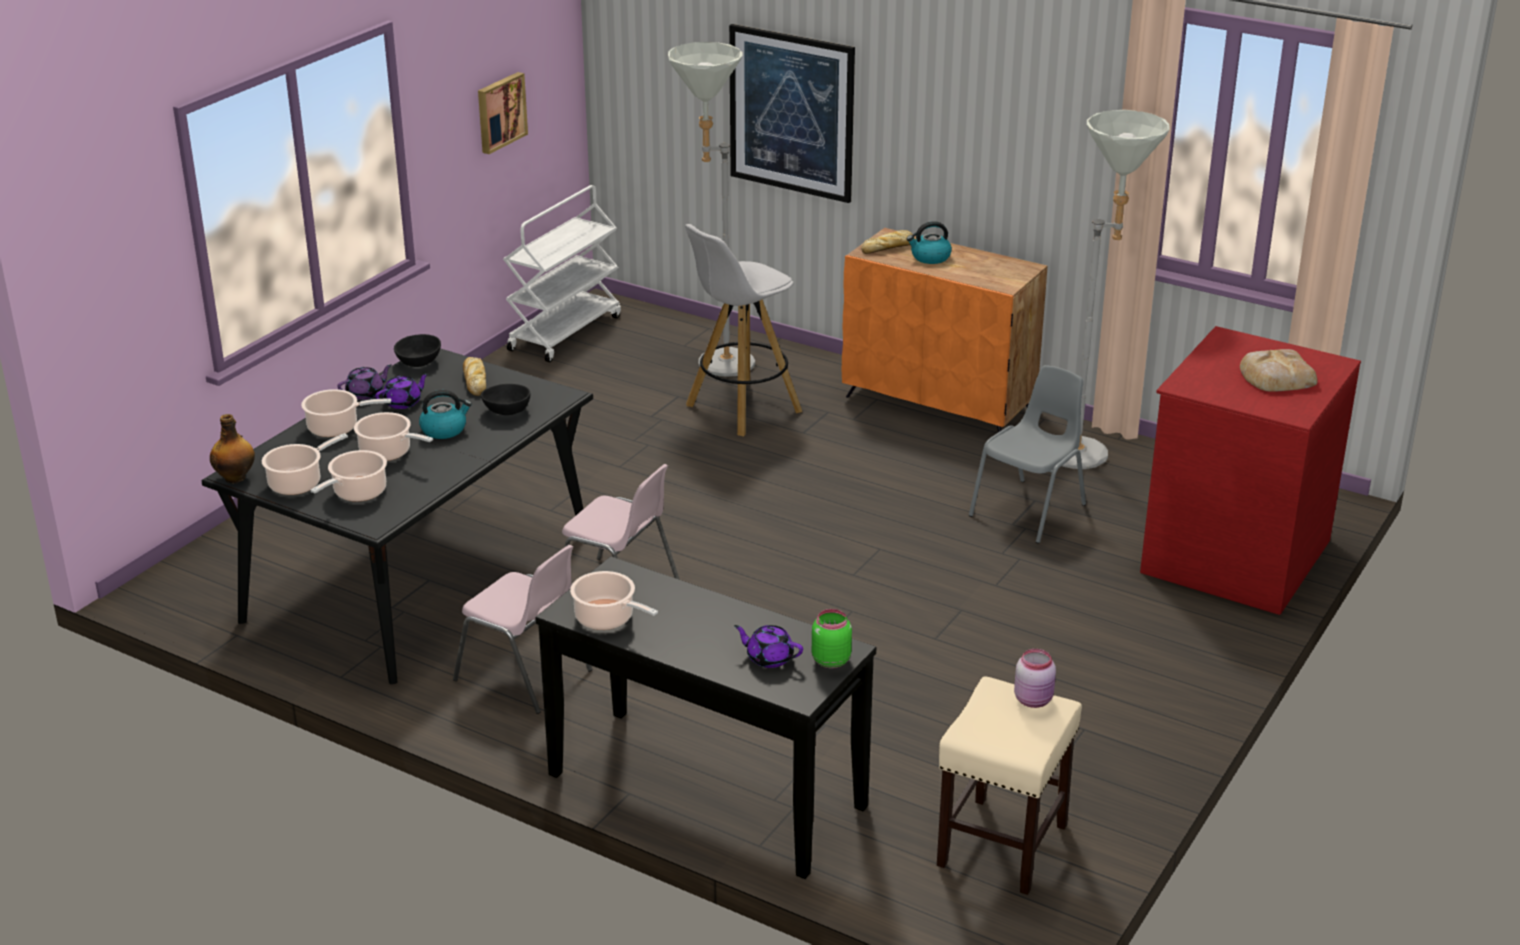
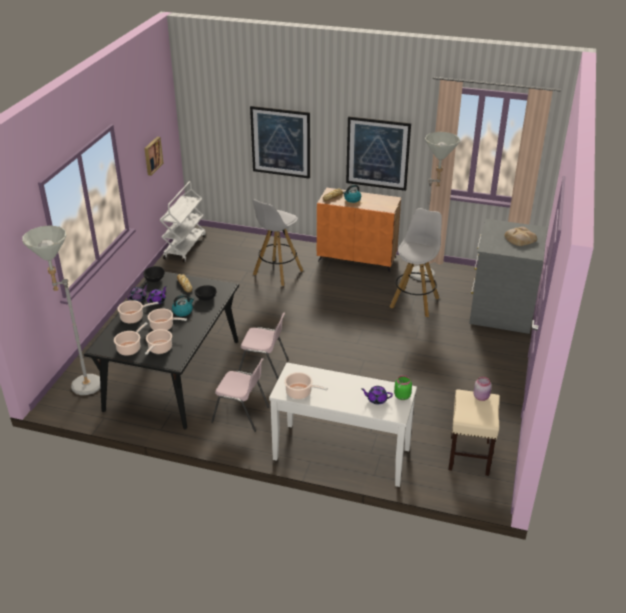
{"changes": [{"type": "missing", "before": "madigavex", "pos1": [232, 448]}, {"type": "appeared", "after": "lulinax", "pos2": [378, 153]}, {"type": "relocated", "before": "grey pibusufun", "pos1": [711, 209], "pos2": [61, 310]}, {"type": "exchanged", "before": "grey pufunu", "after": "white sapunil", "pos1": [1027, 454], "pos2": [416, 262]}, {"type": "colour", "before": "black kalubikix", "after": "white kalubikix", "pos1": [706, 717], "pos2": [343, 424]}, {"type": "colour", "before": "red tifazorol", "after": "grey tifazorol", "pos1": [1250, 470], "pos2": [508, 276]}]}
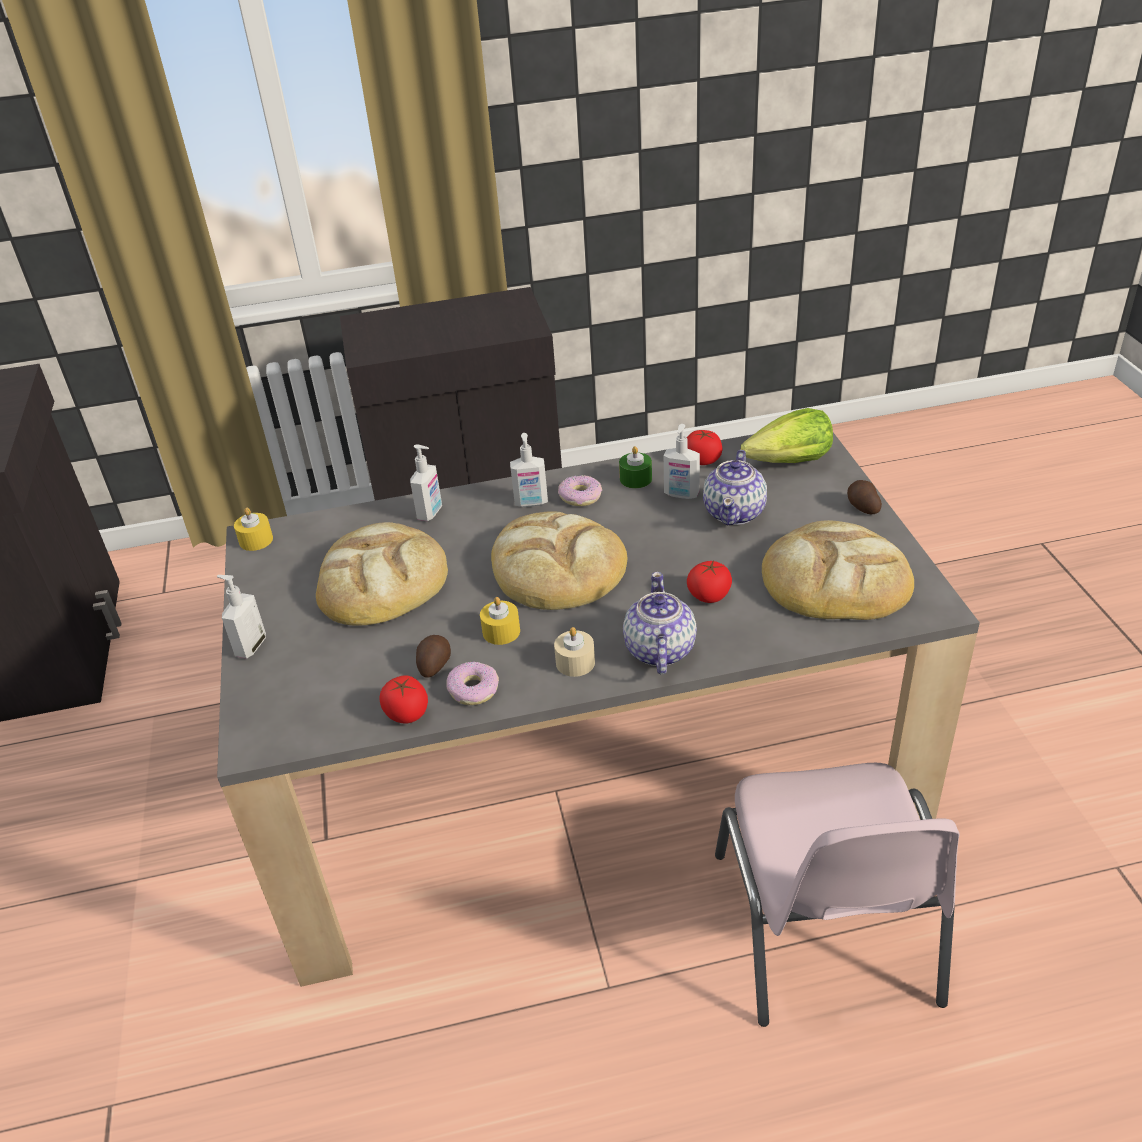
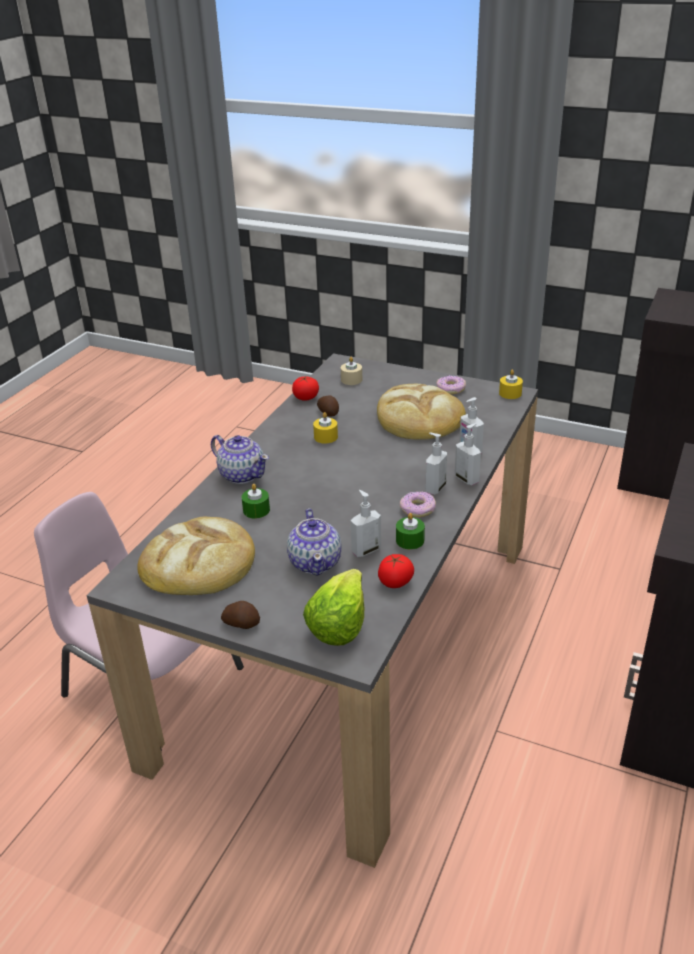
{"changes": [{"type": "missing", "before": "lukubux", "pos1": [559, 560]}, {"type": "relocated", "before": "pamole", "pos1": [241, 617], "pos2": [468, 454]}, {"type": "relocated", "before": "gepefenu", "pos1": [473, 683], "pos2": [451, 385]}, {"type": "relocated", "before": "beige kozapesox", "pos1": [574, 652], "pos2": [351, 371]}, {"type": "exchanged", "before": "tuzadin", "after": "green kozapesox", "pos1": [709, 581], "pos2": [256, 501]}, {"type": "spun", "before": "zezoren", "pos1": [735, 487], "pos2": [314, 542], "turn": -150}]}
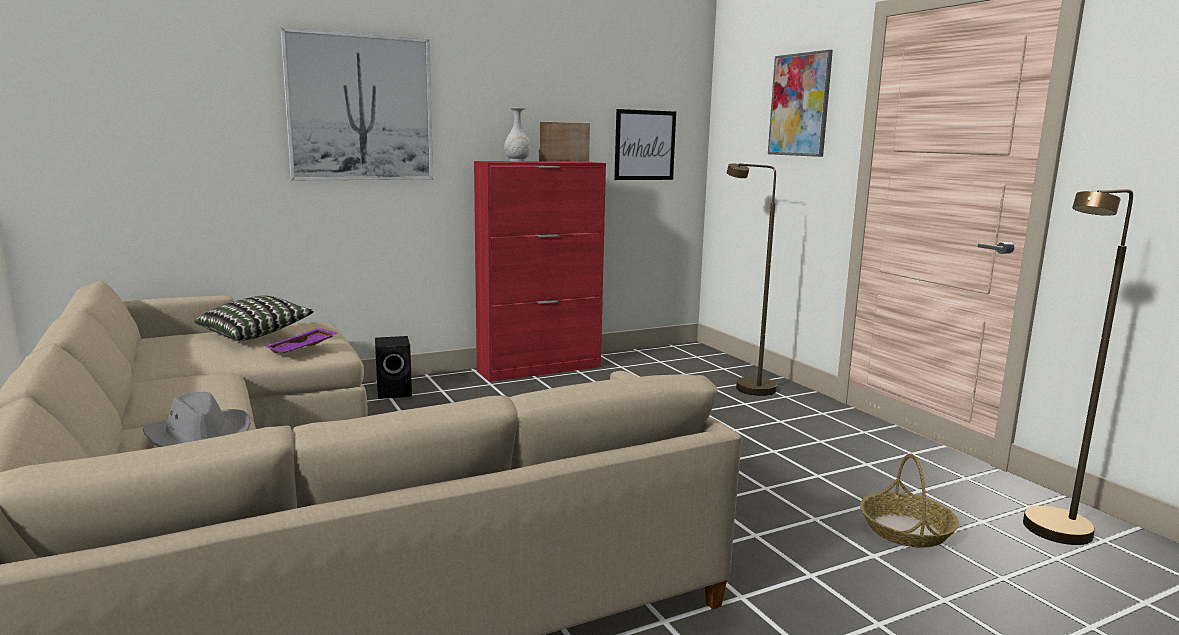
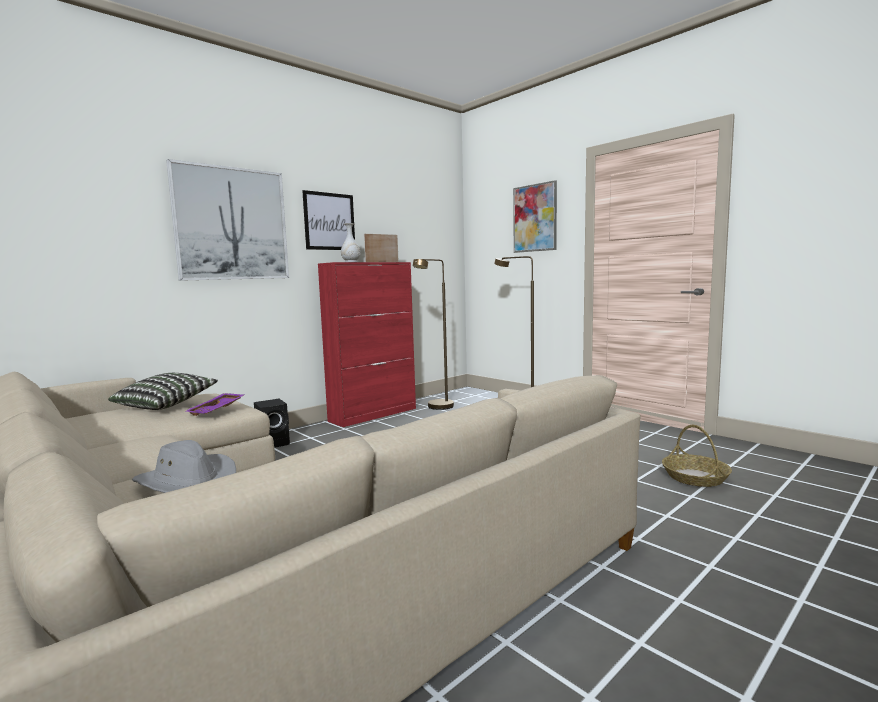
{"changes": [{"type": "relocated", "before": "lulinax", "pos1": [645, 144], "pos2": [328, 220]}, {"type": "relocated", "before": "brown pibusufun", "pos1": [1078, 367], "pos2": [433, 334]}]}
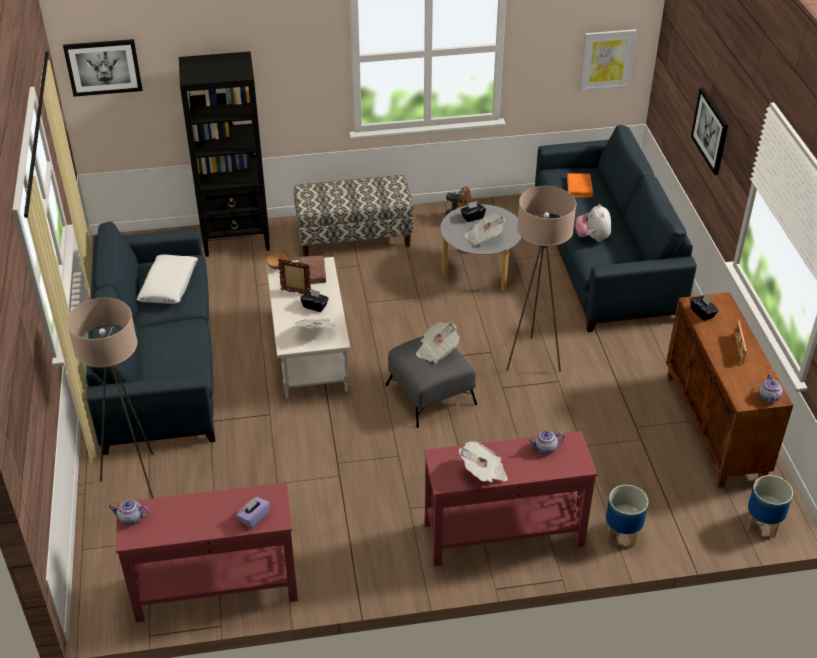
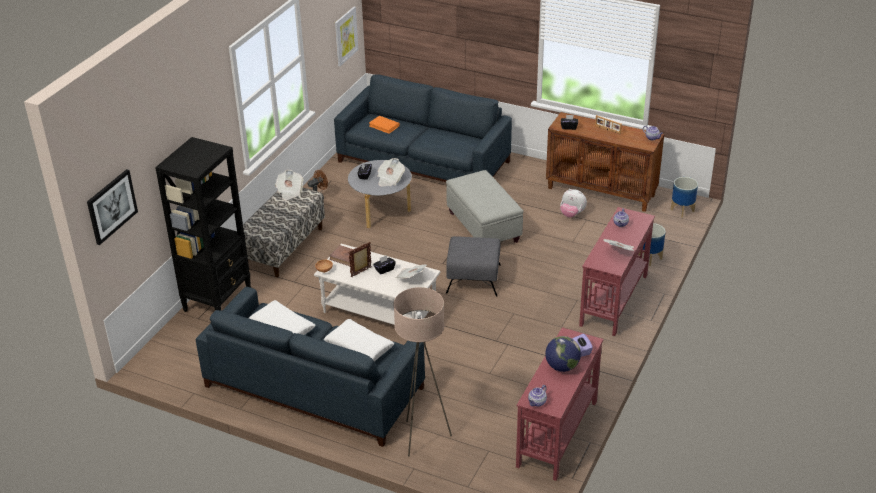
{"changes": [{"type": "missing", "before": "lulinax", "pos1": [709, 131]}, {"type": "appeared", "after": "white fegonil", "pos2": [359, 340]}, {"type": "appeared", "after": "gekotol", "pos2": [563, 354]}, {"type": "relocated", "before": "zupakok", "pos1": [437, 342], "pos2": [289, 185]}, {"type": "relocated", "before": "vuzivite", "pos1": [593, 223], "pos2": [573, 203]}, {"type": "exchanged", "before": "beige pibusufun", "after": "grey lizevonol", "pos1": [541, 279], "pos2": [485, 206]}]}
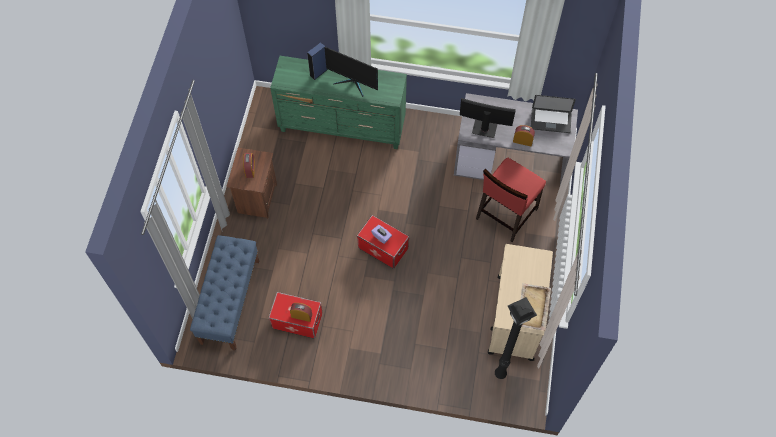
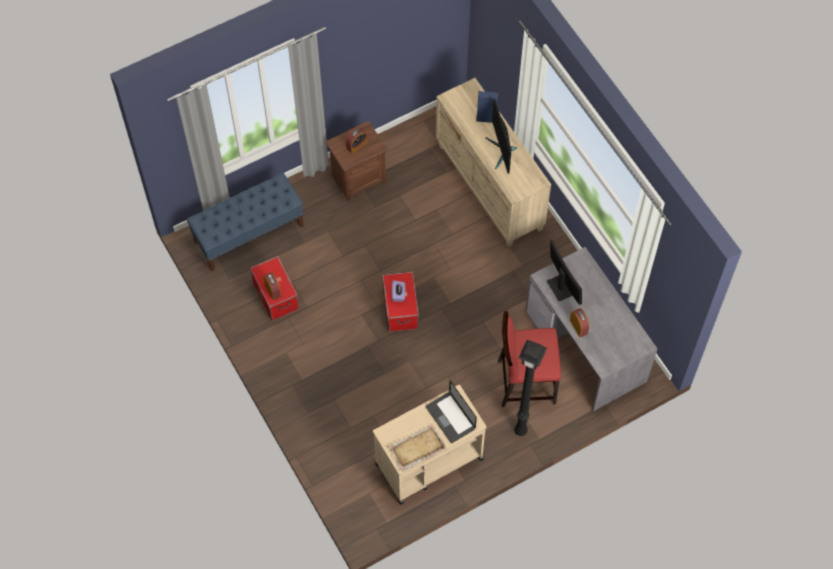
{"changes": [{"type": "relocated", "before": "black pibusufun", "pos1": [516, 338], "pos2": [530, 388]}, {"type": "relocated", "before": "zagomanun", "pos1": [553, 114], "pos2": [451, 411]}, {"type": "colour", "before": "green tifazorol", "after": "beige tifazorol", "pos1": [338, 102], "pos2": [493, 162]}]}
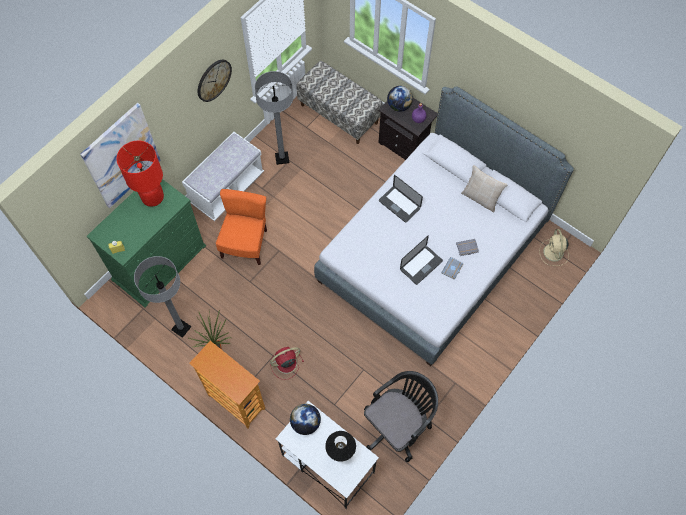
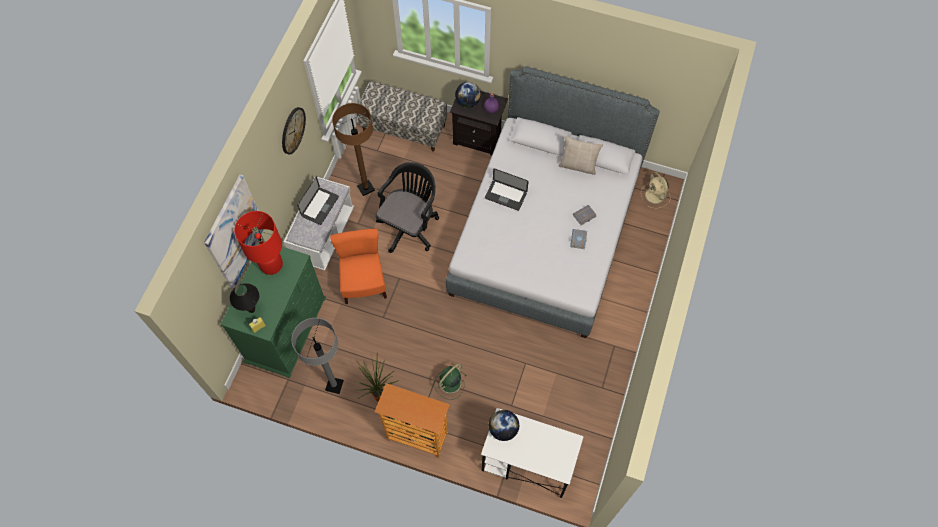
{"changes": [{"type": "relocated", "before": "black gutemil", "pos1": [340, 446], "pos2": [244, 298]}, {"type": "relocated", "before": "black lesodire", "pos1": [401, 416], "pos2": [407, 207]}, {"type": "relocated", "before": "zagomanun", "pos1": [421, 260], "pos2": [318, 200]}, {"type": "colour", "before": "grey pibusufun", "after": "brown pibusufun", "pos1": [274, 118], "pos2": [353, 149]}, {"type": "colour", "before": "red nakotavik", "after": "green nakotavik", "pos1": [287, 363], "pos2": [450, 382]}]}
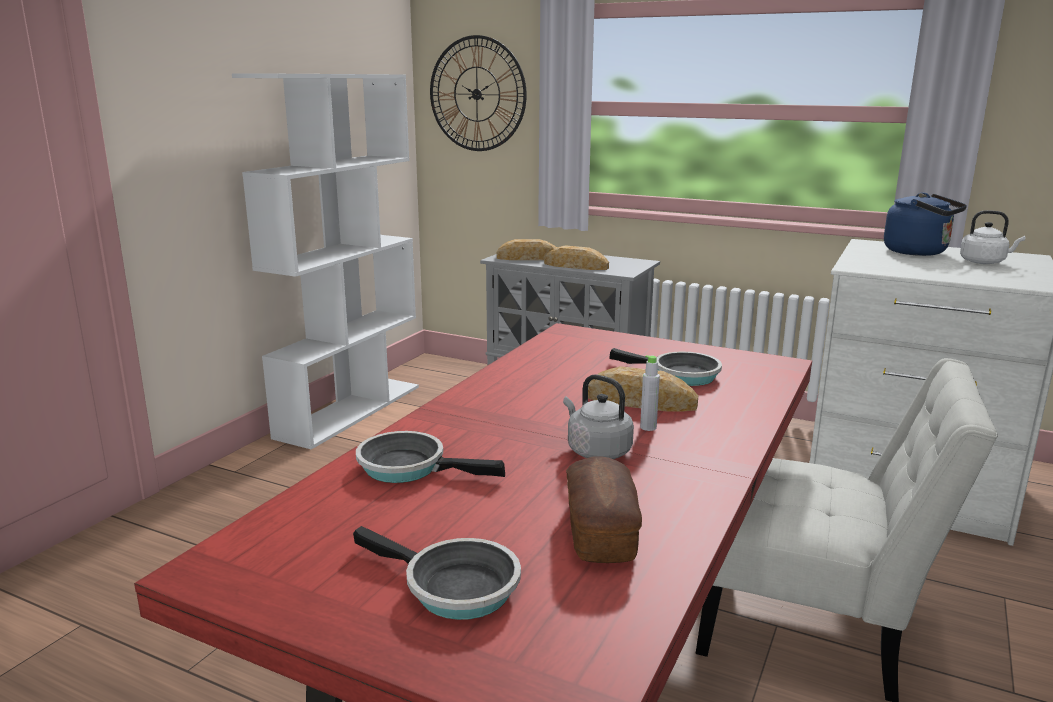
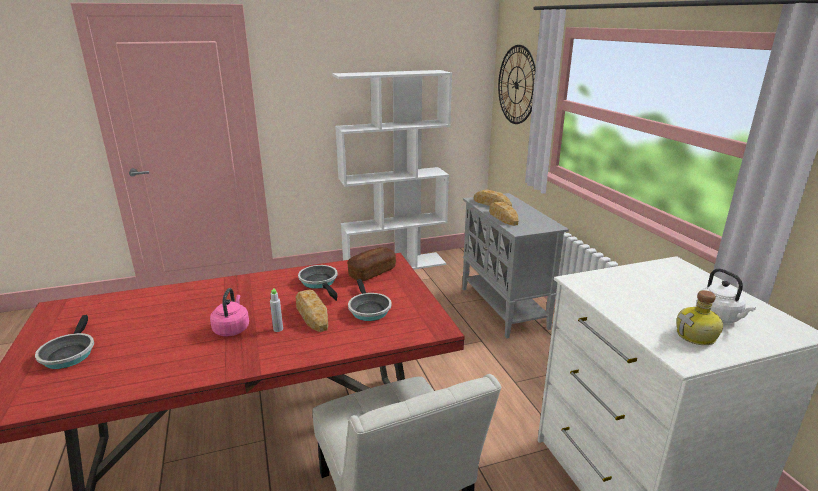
{"changes": [{"type": "missing", "before": "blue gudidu", "pos1": [925, 224]}, {"type": "appeared", "after": "madigavex", "pos2": [700, 317]}, {"type": "relocated", "before": "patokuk", "pos1": [430, 457], "pos2": [318, 283]}, {"type": "relocated", "before": "lukubux", "pos1": [604, 509], "pos2": [371, 264]}, {"type": "colour", "before": "grey gudidu", "after": "pink gudidu", "pos1": [598, 416], "pos2": [229, 312]}]}
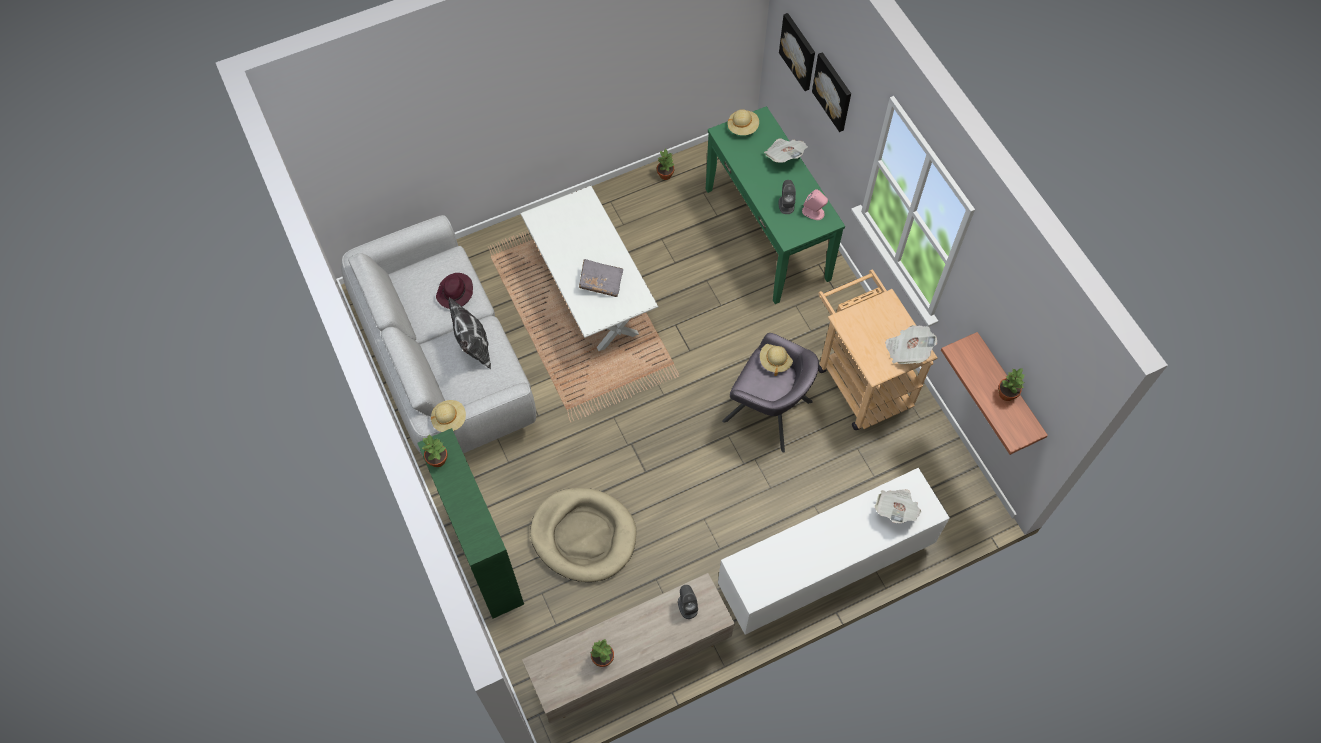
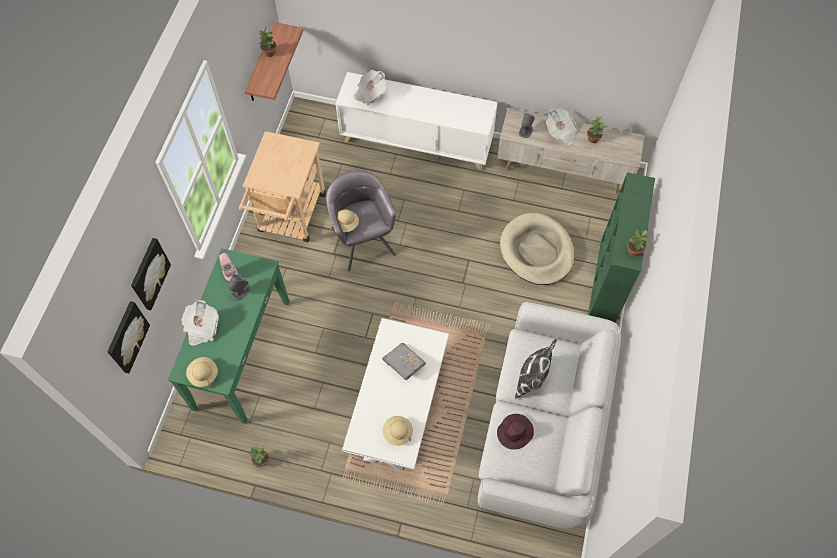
{"changes": [{"type": "relocated", "before": "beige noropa", "pos1": [448, 416], "pos2": [397, 431]}, {"type": "relocated", "before": "zupakok", "pos1": [911, 344], "pos2": [562, 126]}]}
